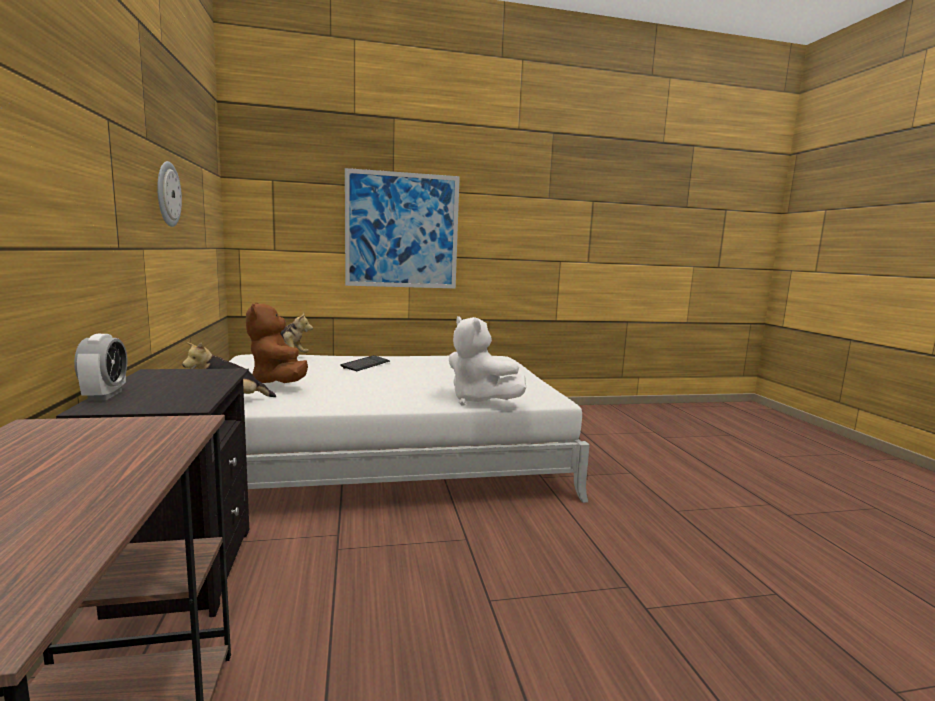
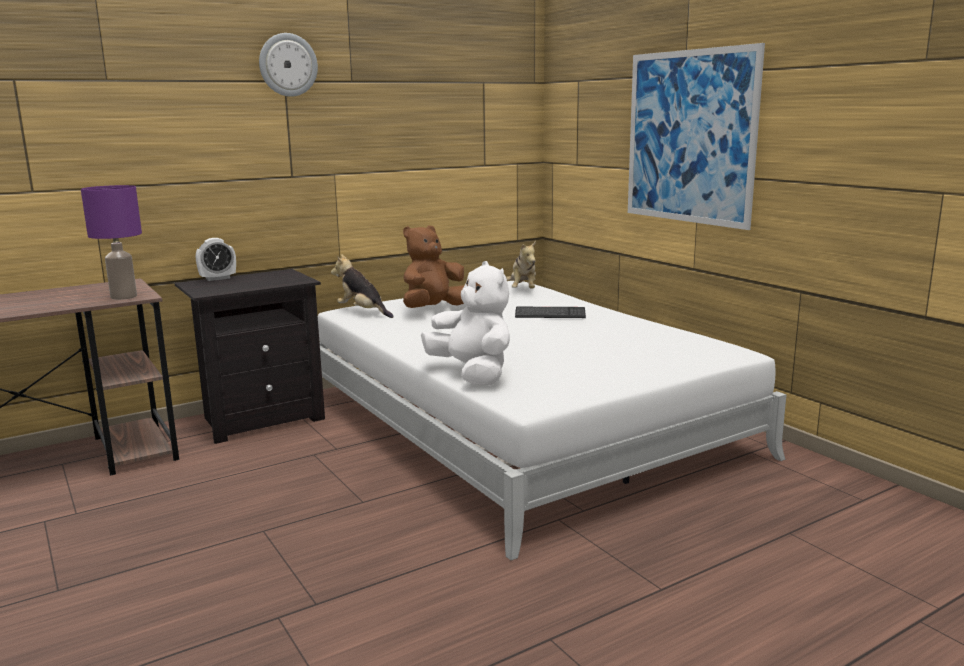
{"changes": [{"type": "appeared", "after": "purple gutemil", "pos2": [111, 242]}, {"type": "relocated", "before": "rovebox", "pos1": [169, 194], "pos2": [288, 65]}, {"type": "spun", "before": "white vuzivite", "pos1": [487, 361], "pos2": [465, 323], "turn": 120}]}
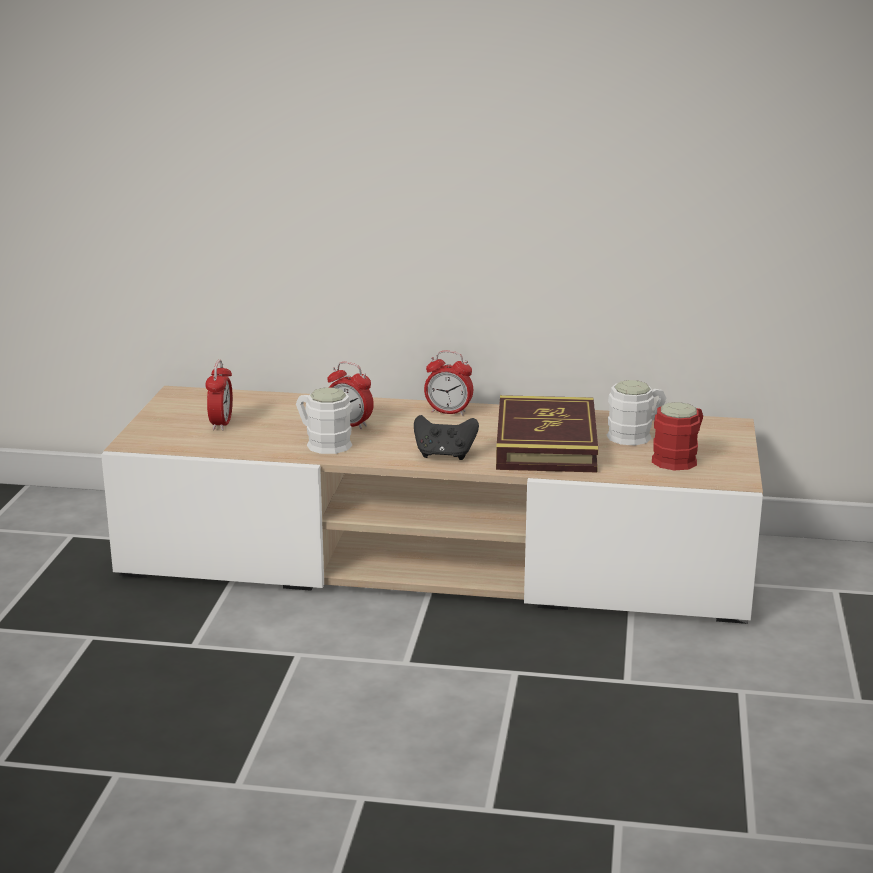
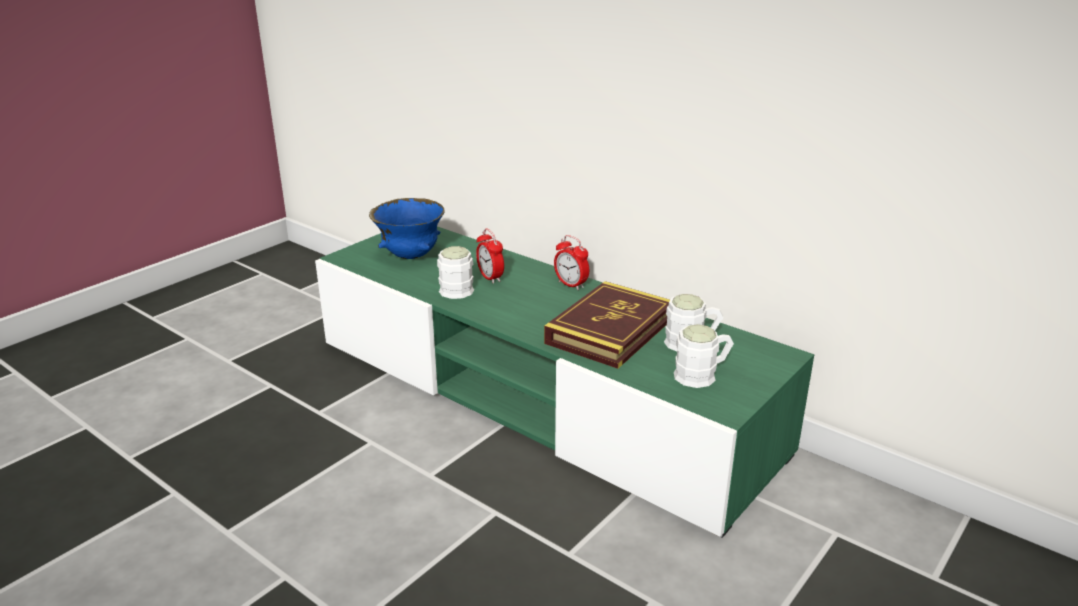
{"changes": [{"type": "missing", "before": "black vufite", "pos1": [446, 437]}, {"type": "exchanged", "before": "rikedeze", "after": "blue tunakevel", "pos1": [219, 395], "pos2": [407, 228]}, {"type": "colour", "before": "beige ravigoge", "after": "green ravigoge", "pos1": [432, 505], "pos2": [564, 382]}, {"type": "colour", "before": "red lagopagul", "after": "white lagopagul", "pos1": [677, 436], "pos2": [704, 356]}]}
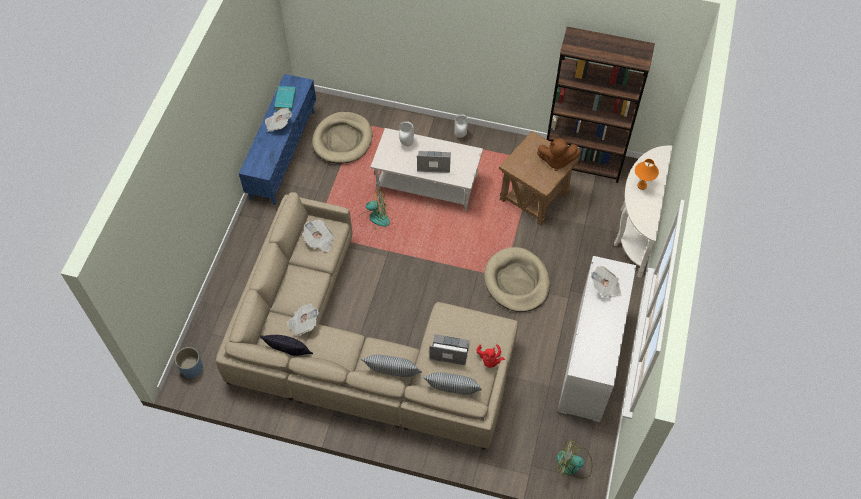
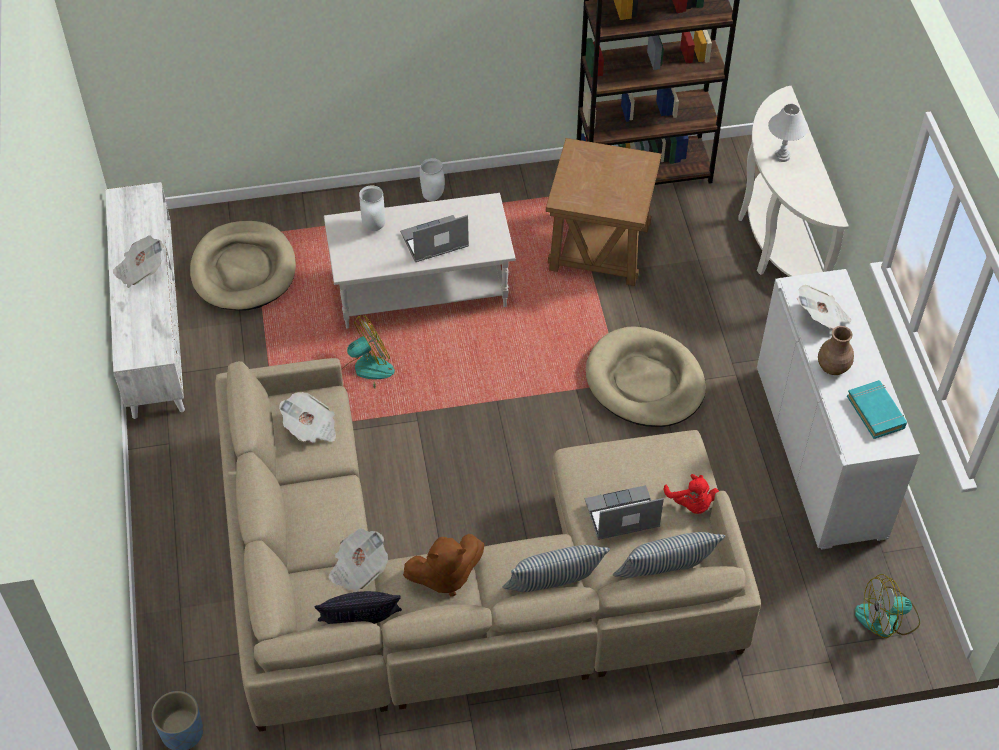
{"changes": [{"type": "appeared", "after": "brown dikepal", "pos2": [836, 350]}, {"type": "relocated", "before": "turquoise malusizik", "pos1": [285, 98], "pos2": [877, 409]}, {"type": "relocated", "before": "brown vuzivite", "pos1": [559, 154], "pos2": [443, 565]}, {"type": "colour", "before": "blue ravigoge", "after": "white ravigoge", "pos1": [277, 139], "pos2": [145, 300]}, {"type": "colour", "before": "orange gutemil", "after": "white gutemil", "pos1": [647, 174], "pos2": [788, 133]}]}
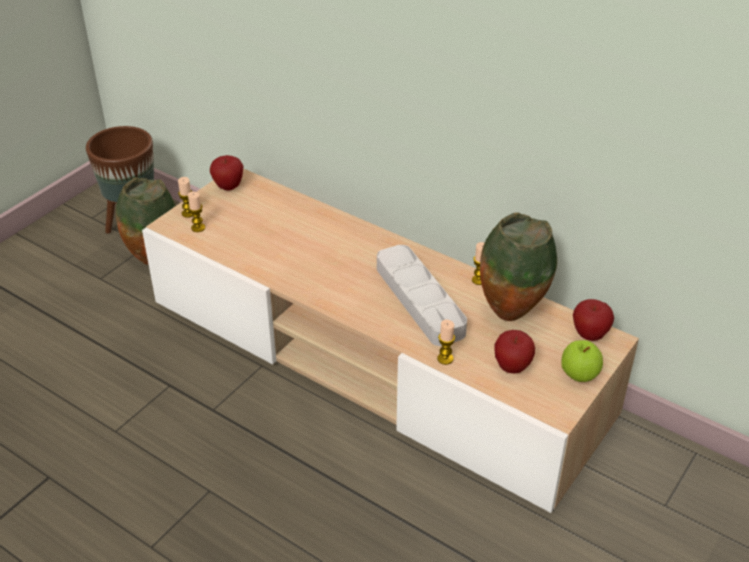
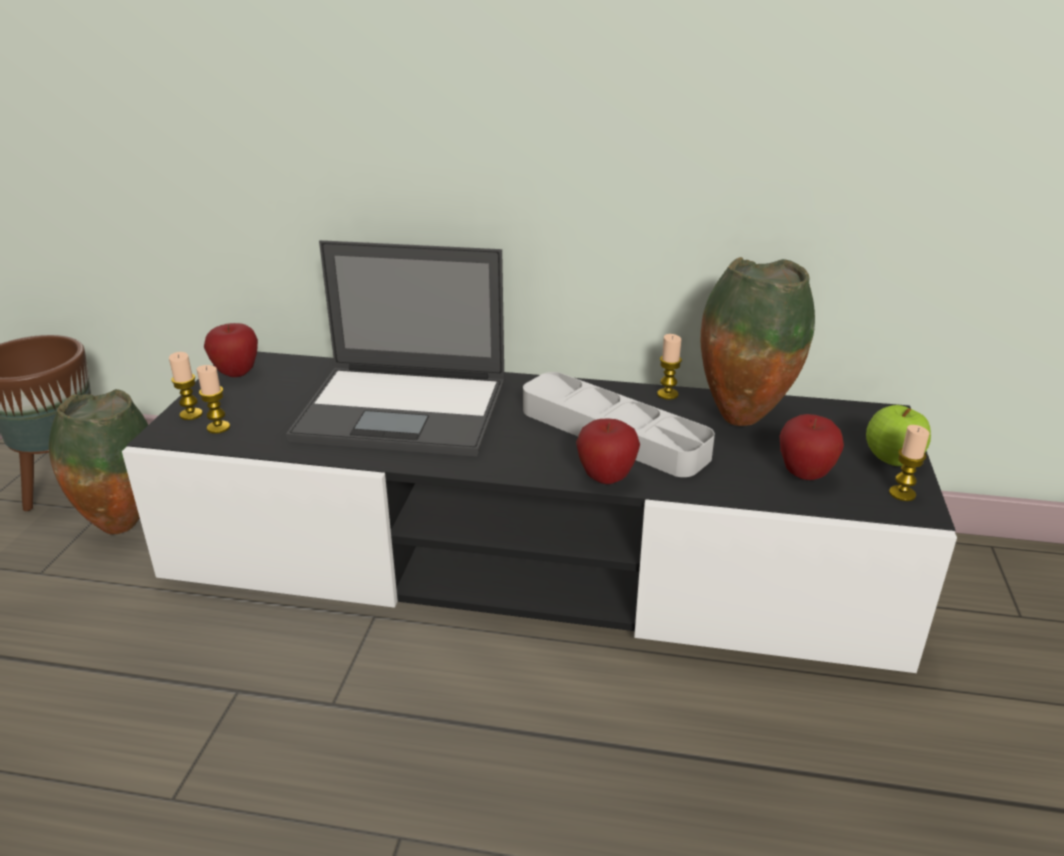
{"changes": [{"type": "appeared", "after": "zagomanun", "pos2": [395, 348]}, {"type": "relocated", "before": "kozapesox", "pos1": [446, 342], "pos2": [909, 463]}, {"type": "relocated", "before": "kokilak", "pos1": [593, 320], "pos2": [608, 451]}, {"type": "colour", "before": "beige ravigoge", "after": "black ravigoge", "pos1": [390, 340], "pos2": [539, 512]}]}
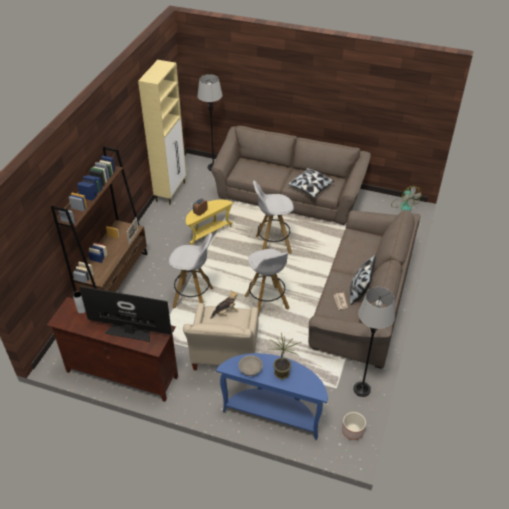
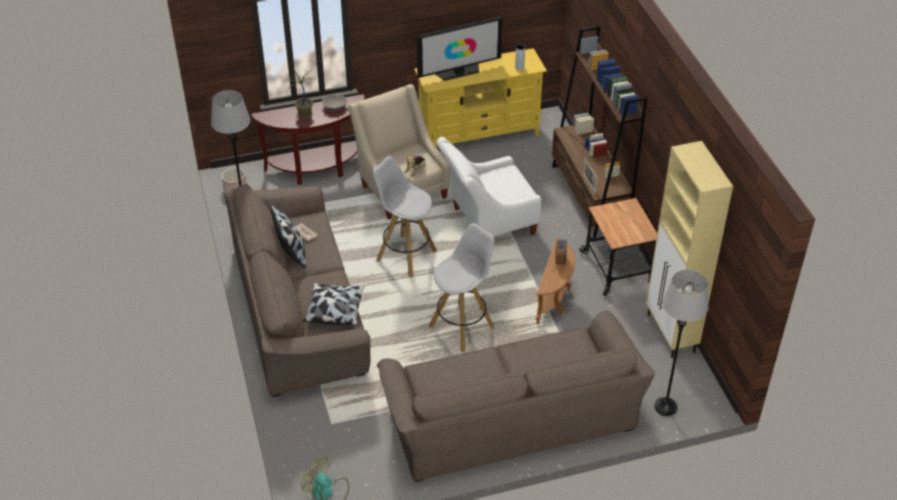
{"changes": [{"type": "appeared", "after": "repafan", "pos2": [618, 247]}, {"type": "relocated", "before": "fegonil", "pos1": [311, 183], "pos2": [334, 304]}, {"type": "exchanged", "before": "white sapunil", "after": "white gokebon", "pos1": [191, 271], "pos2": [489, 186]}, {"type": "colour", "before": "brown ravigoge", "after": "yellow ravigoge", "pos1": [112, 349], "pos2": [480, 97]}, {"type": "colour", "before": "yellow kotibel", "after": "brown kotibel", "pos1": [209, 222], "pos2": [555, 281]}, {"type": "colour", "before": "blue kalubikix", "after": "brown kalubikix", "pos1": [272, 396], "pos2": [308, 139]}]}
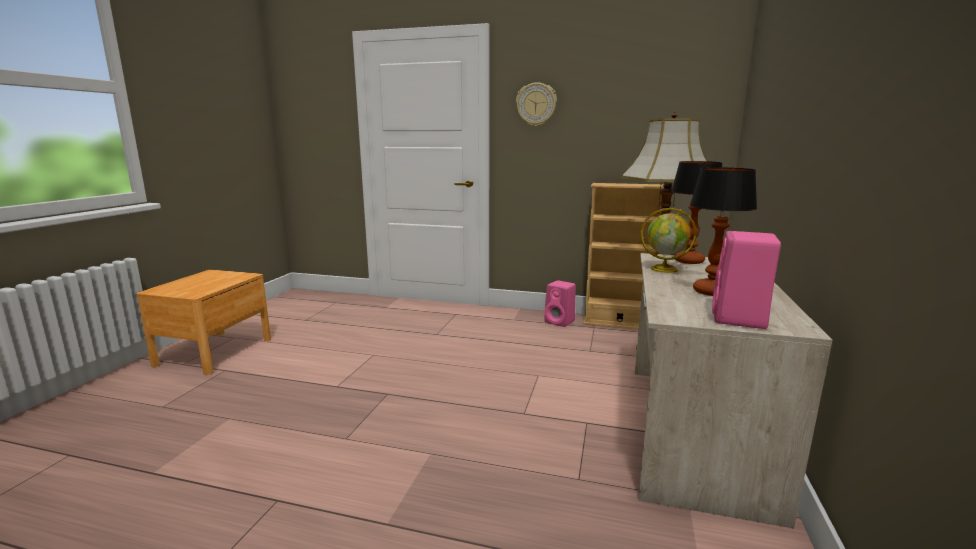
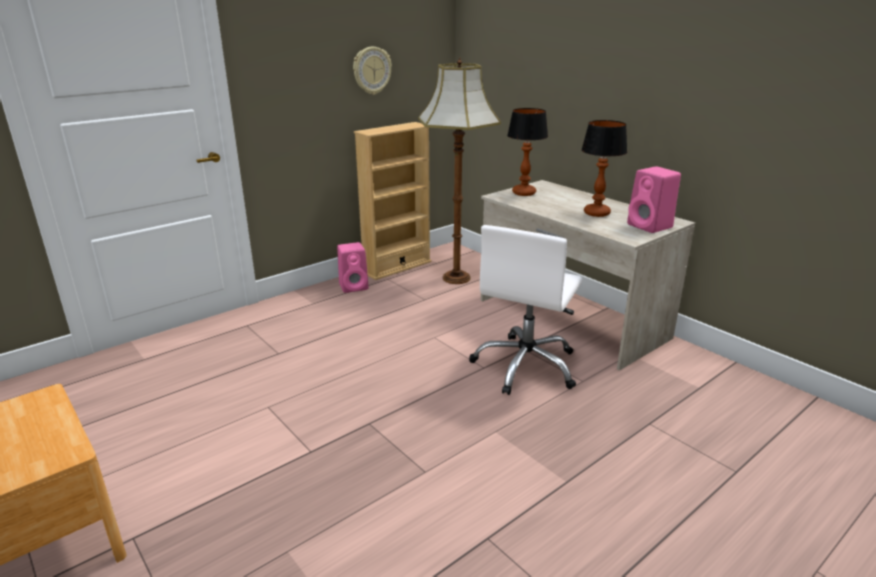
{"changes": [{"type": "missing", "before": "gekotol", "pos1": [668, 240]}, {"type": "appeared", "after": "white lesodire", "pos2": [526, 310]}, {"type": "relocated", "before": "rovebox", "pos1": [536, 104], "pos2": [372, 71]}]}
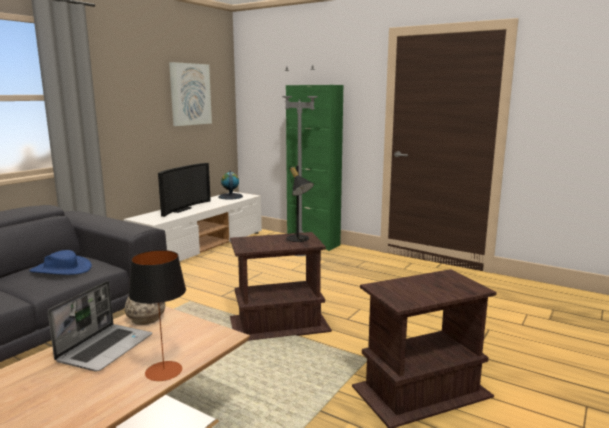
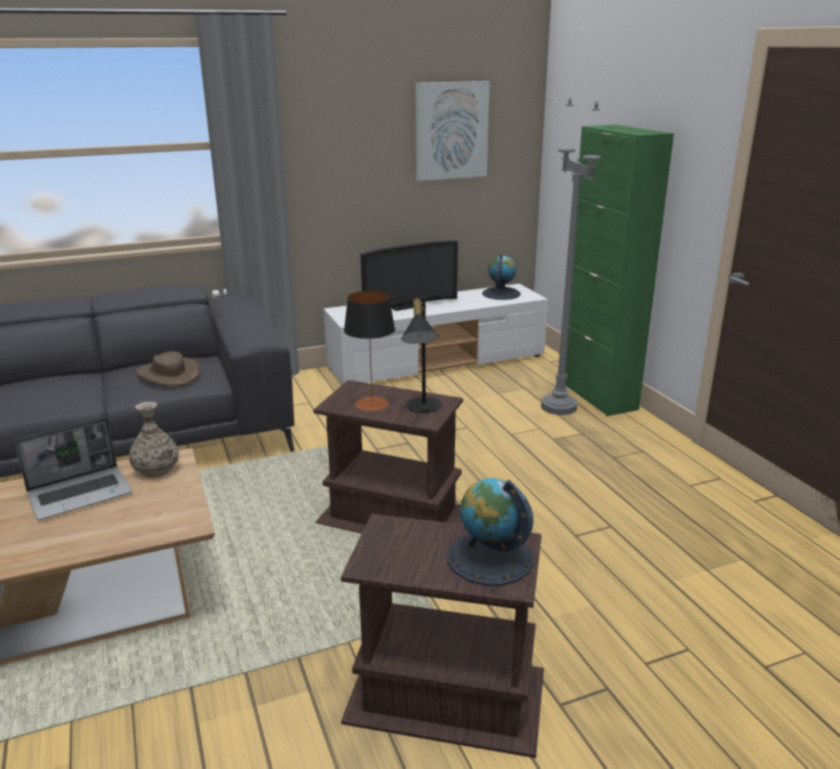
{"changes": [{"type": "appeared", "after": "gekotol", "pos2": [490, 532]}, {"type": "relocated", "before": "gutemil", "pos1": [157, 315], "pos2": [369, 351]}, {"type": "colour", "before": "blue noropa", "after": "brown noropa", "pos1": [60, 262], "pos2": [167, 368]}]}
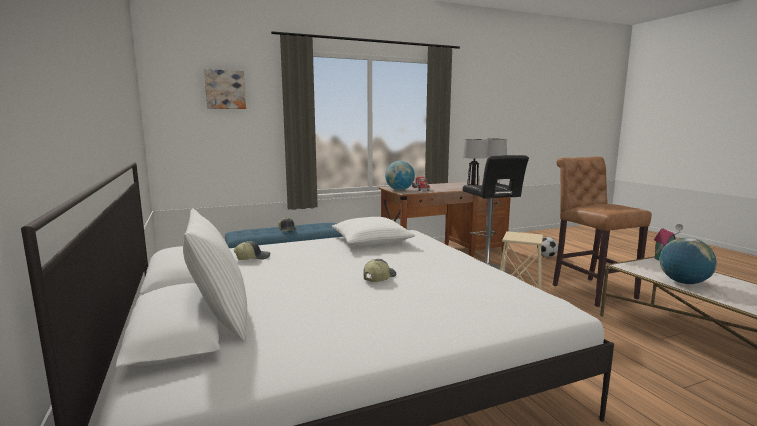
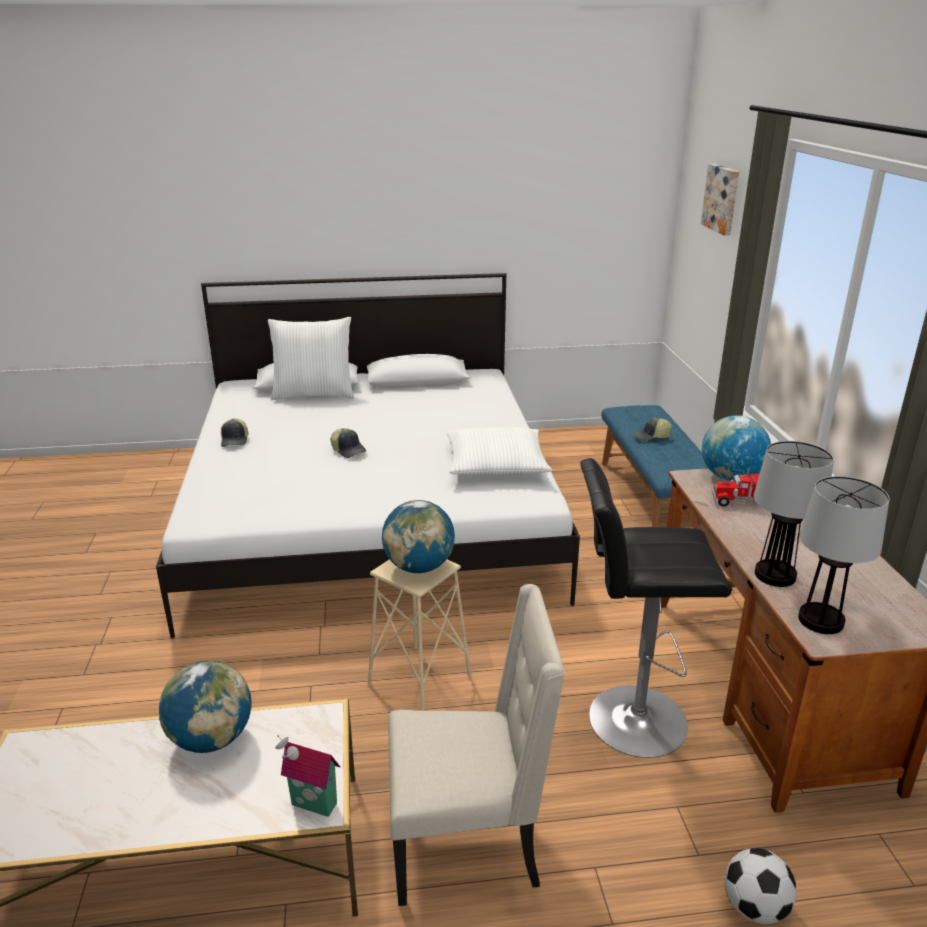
{"changes": [{"type": "appeared", "after": "gekotol", "pos2": [418, 536]}, {"type": "relocated", "before": "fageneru", "pos1": [252, 250], "pos2": [234, 432]}, {"type": "exchanged", "before": "brown sapunil", "after": "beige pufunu", "pos1": [602, 232], "pos2": [476, 745]}]}
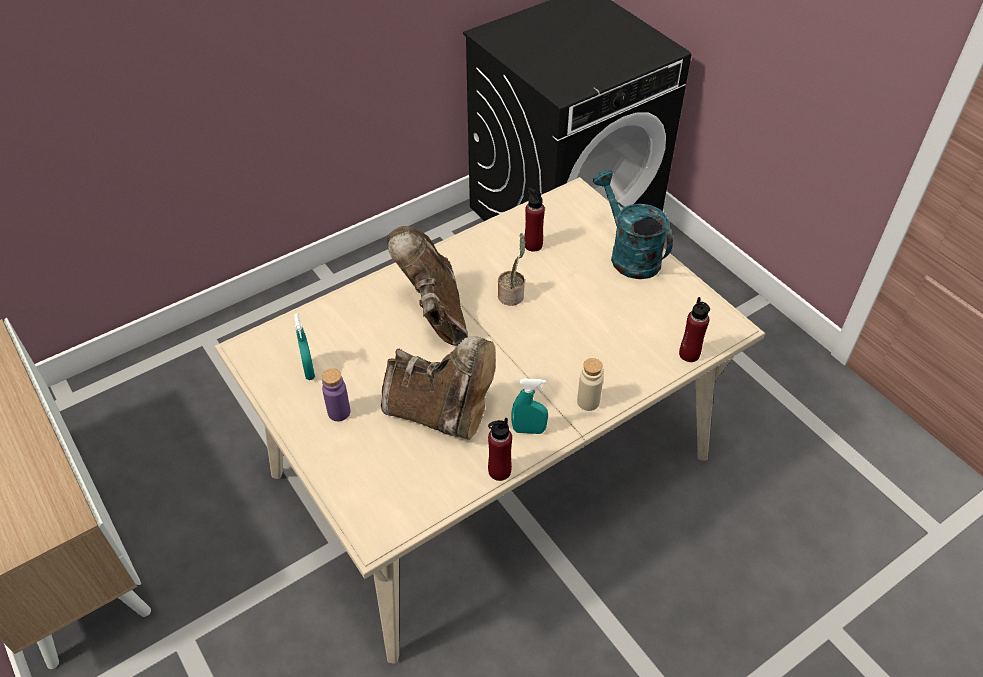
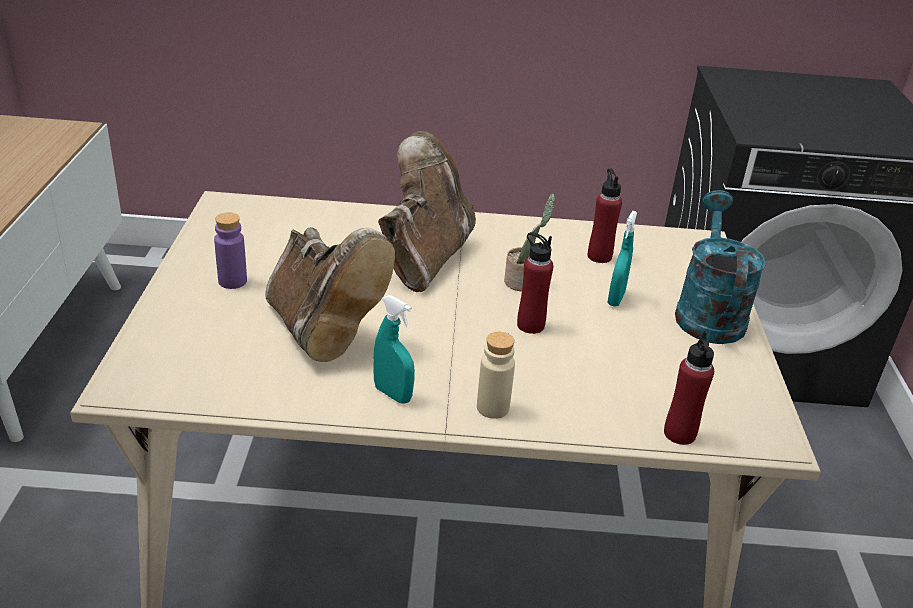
{"changes": [{"type": "relocated", "before": "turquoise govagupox", "pos1": [304, 346], "pos2": [622, 259]}, {"type": "relocated", "before": "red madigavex", "pos1": [500, 449], "pos2": [535, 283]}]}
